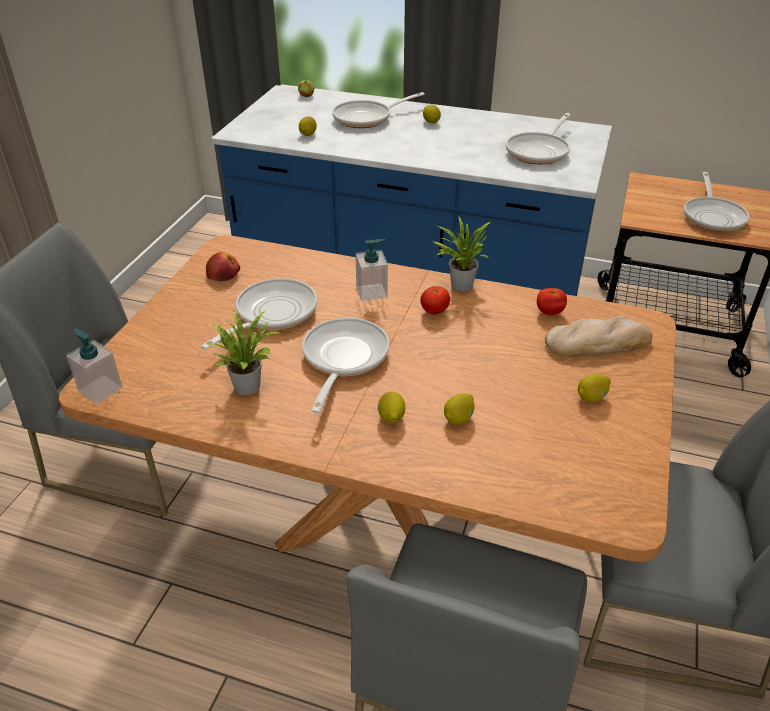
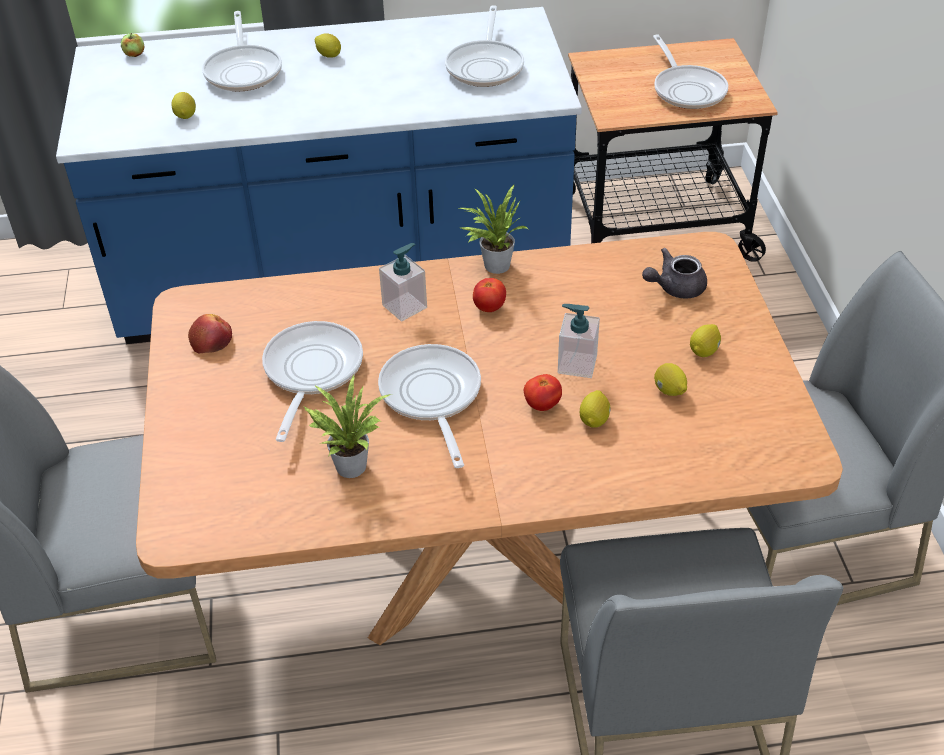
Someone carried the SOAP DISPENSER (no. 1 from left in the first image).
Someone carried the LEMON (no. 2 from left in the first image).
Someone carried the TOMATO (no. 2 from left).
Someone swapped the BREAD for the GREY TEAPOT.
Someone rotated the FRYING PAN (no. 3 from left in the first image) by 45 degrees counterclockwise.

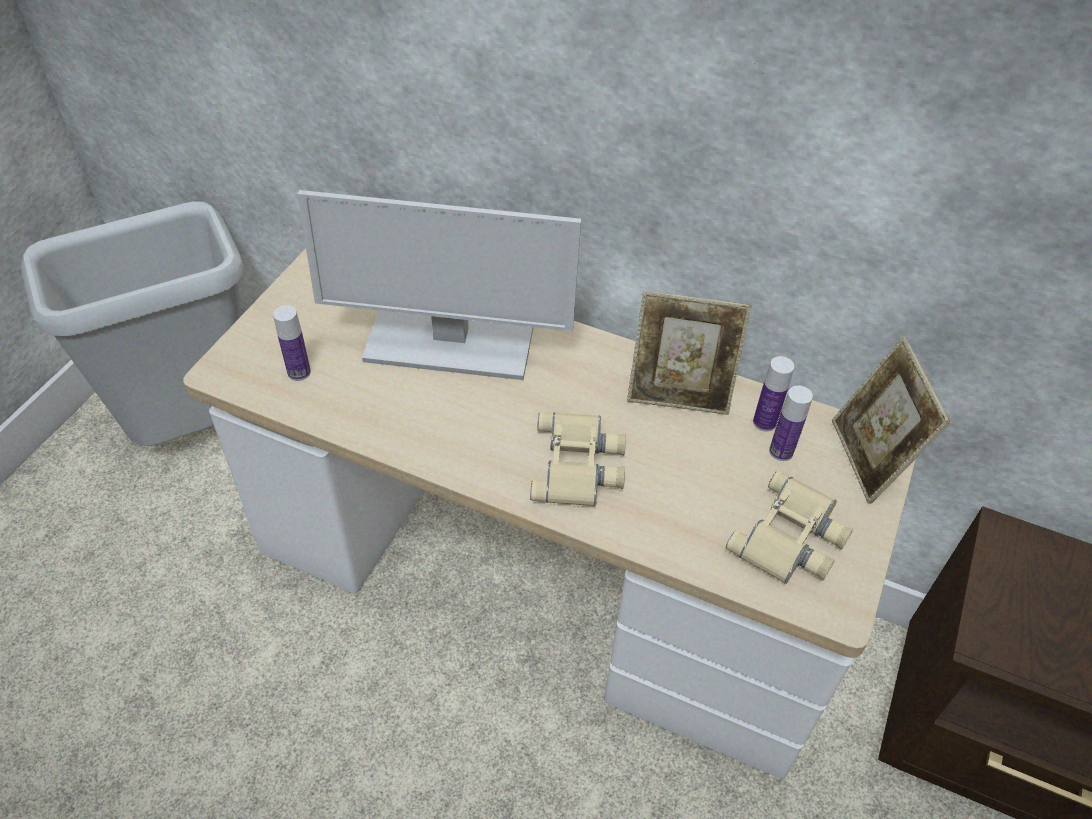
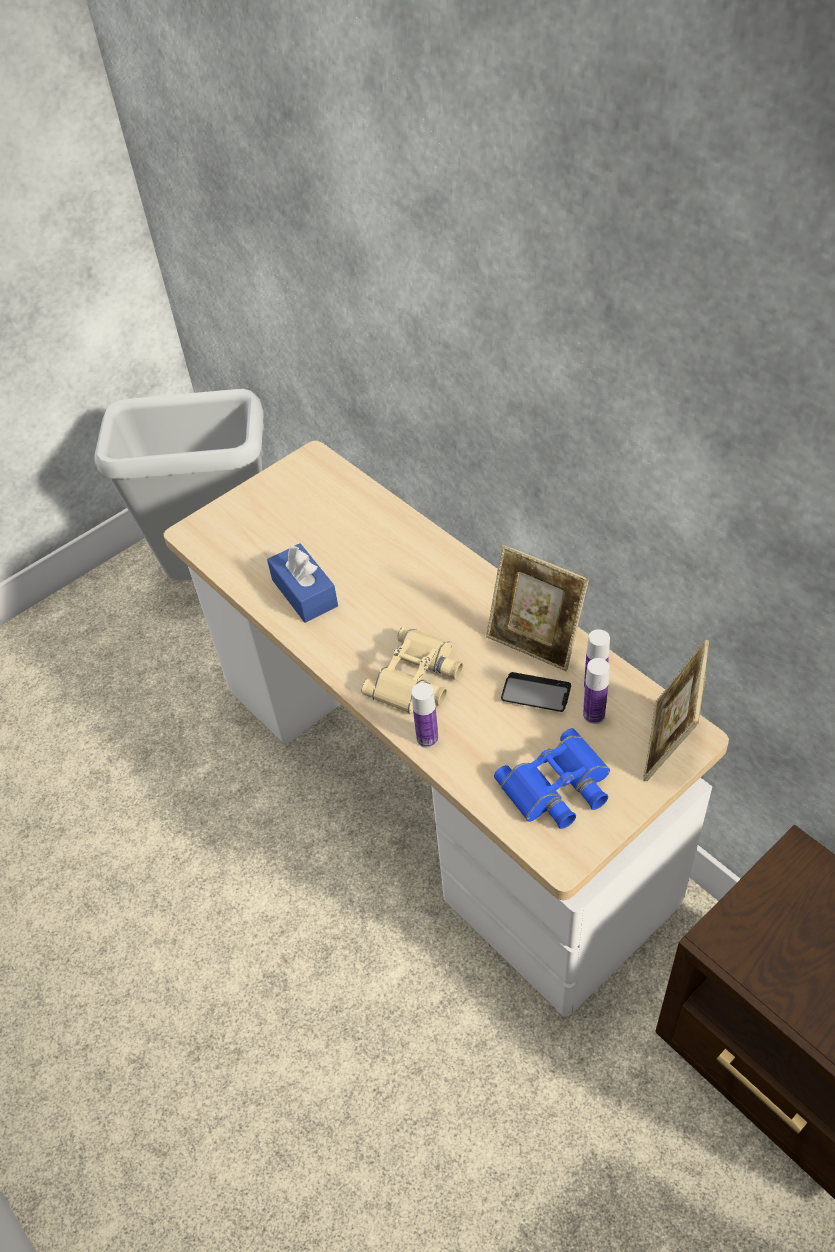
Someone took away the MONITOR.
Someone put down the BLUE TISSUE BOX.
Someone put down the PHONE.
Someone carried the BOTTLE (no. 1 from left).
Someone repainted the BEIGE BINOCULARS (no. 2 from left), which became the BLUE BINOCULARS.

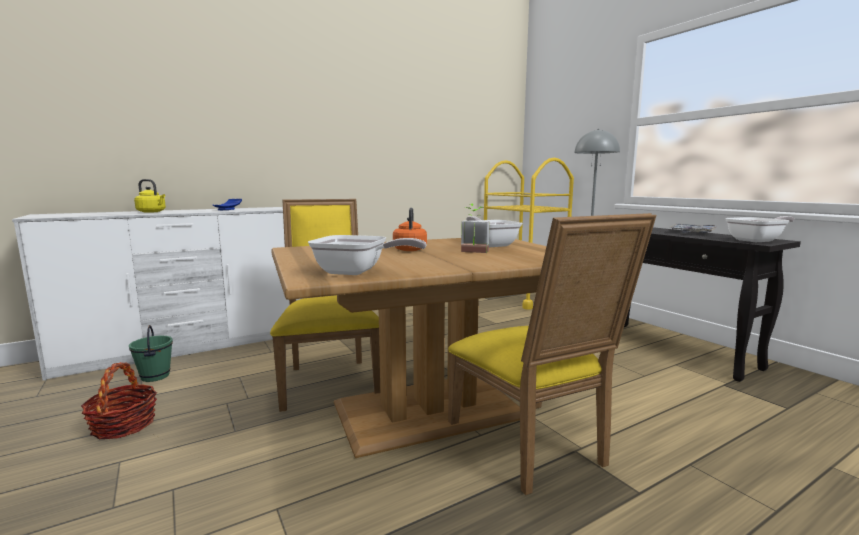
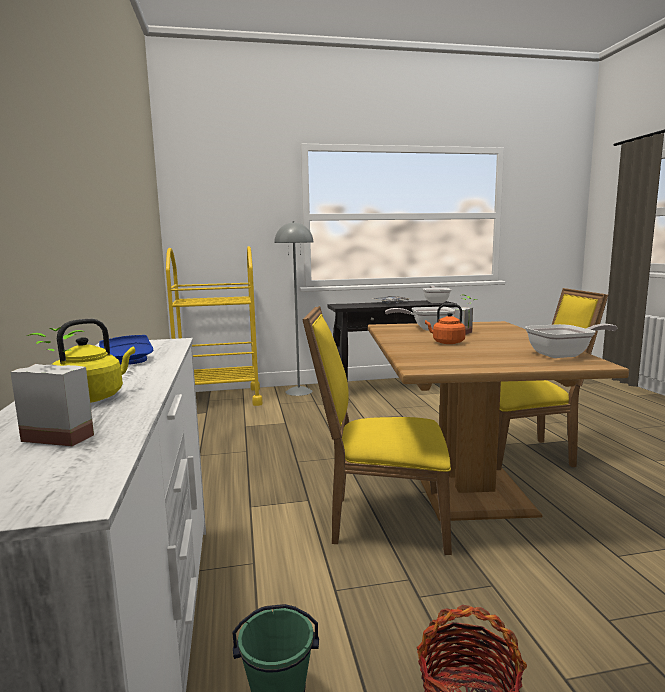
Someone put down the POTTED PLANT (no. 1 from left).
Someone rotated the FRYING PAN (no. 1 from left in the first image) by 45 degrees clockwise.

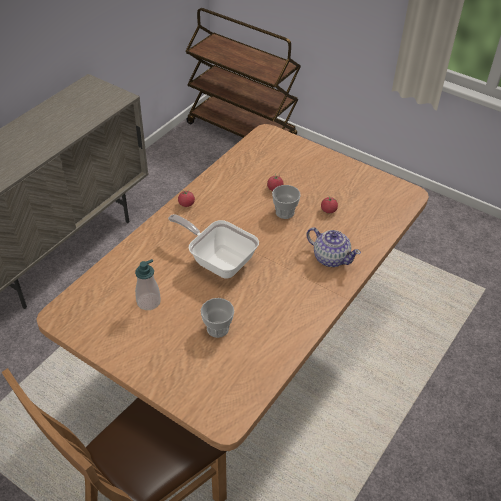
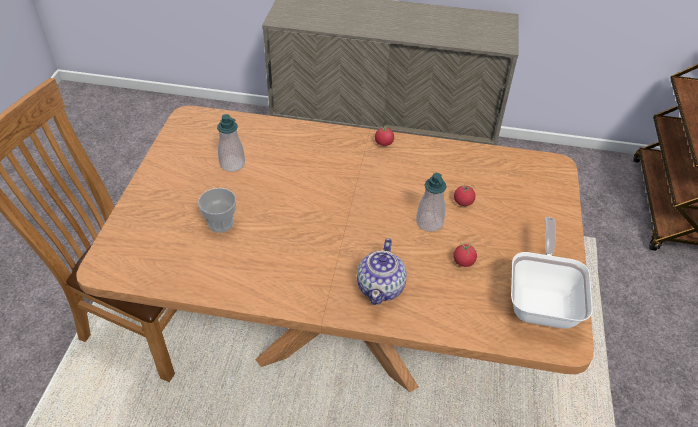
Someone carried the FRYING PAN.
Someone swapped the CUP (no. 2 from left) for the SOAP DISPENSER (no. 2 from left).

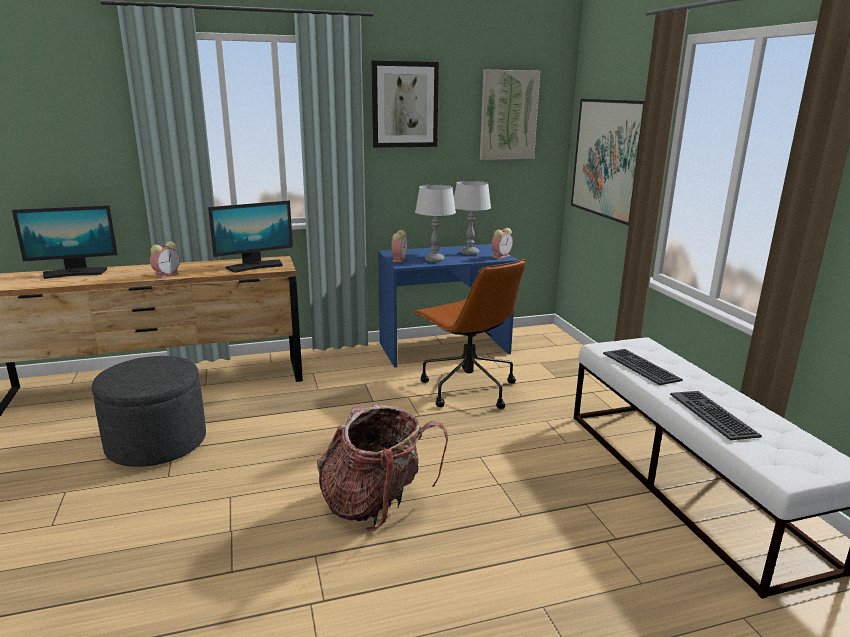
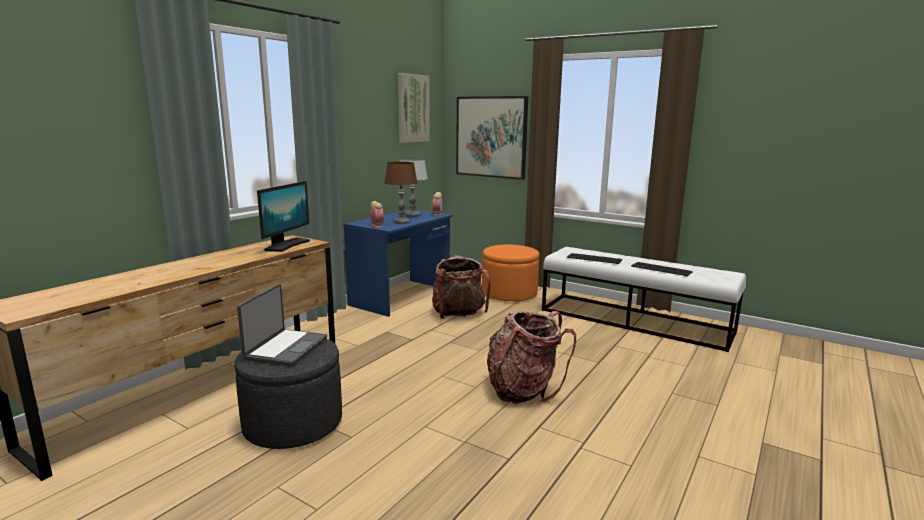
Someone took away the MONITOR (no. 1 from left).
Someone took away the ALARM CLOCK (no. 1 from left).
Someone took away the PICTURE (no. 1 from left).
Someone put down the LAPTOP.
Someone put down the ORANGE OTTOMAN.
Someone swapped the BROWN OFFICE CHAIR for the BACKPACK (no. 1 from left).
Someone repainted the GREY TABLE LAMP (no. 1 from left), which became the BROWN TABLE LAMP.

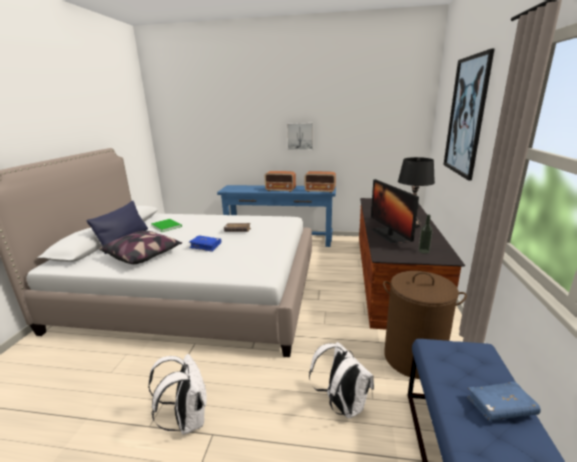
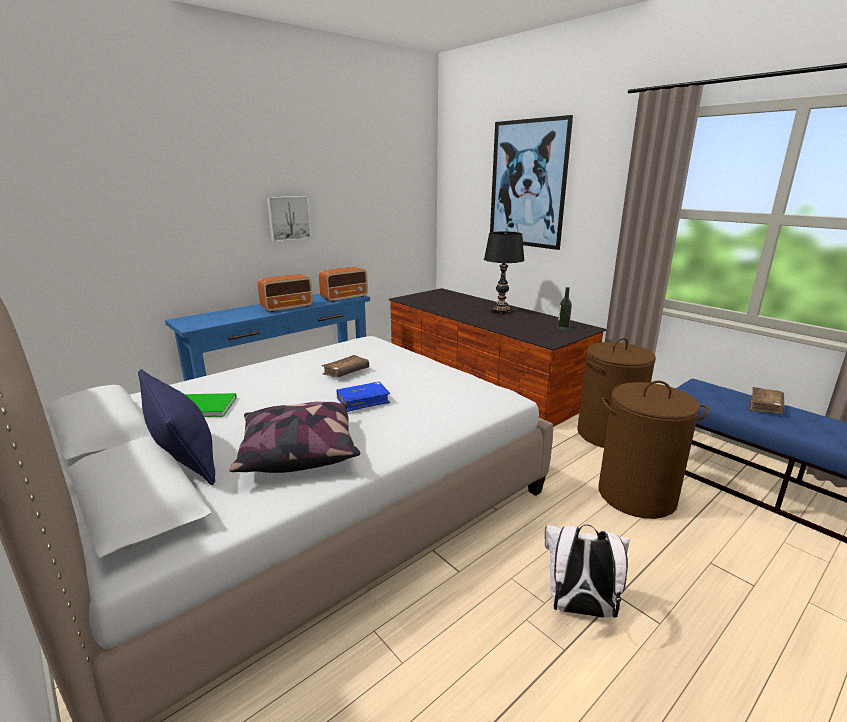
Someone took away the MONITOR.
Someone swapped the WHITE BACKPACK (no. 2 from left) for the BROWN LAUNDRY BASKET (no. 2 from left).
Someone repainted the BLUE BOOK (no. 2 from left), which became the BROWN BOOK (no. 2 from left).

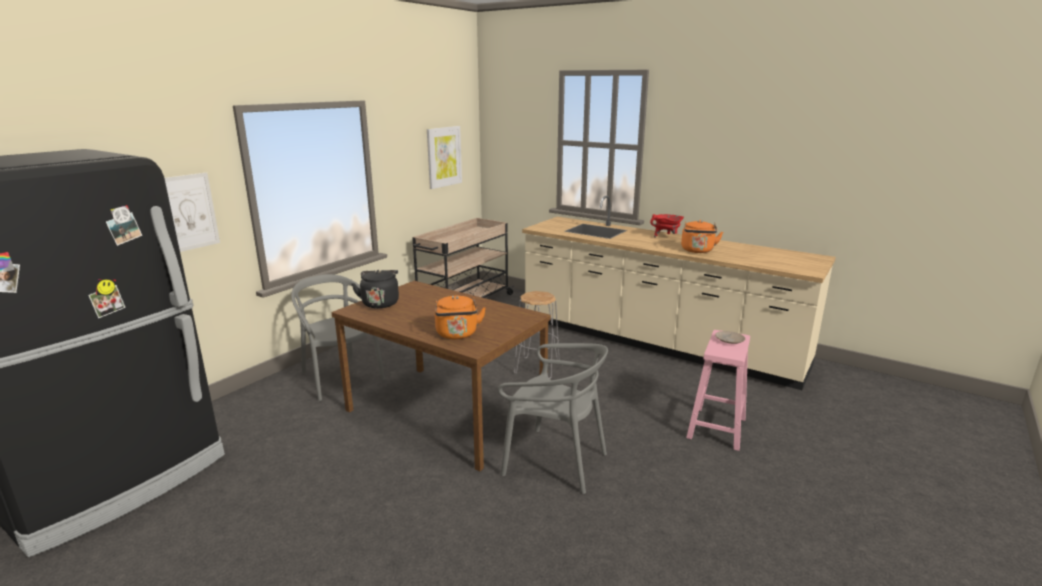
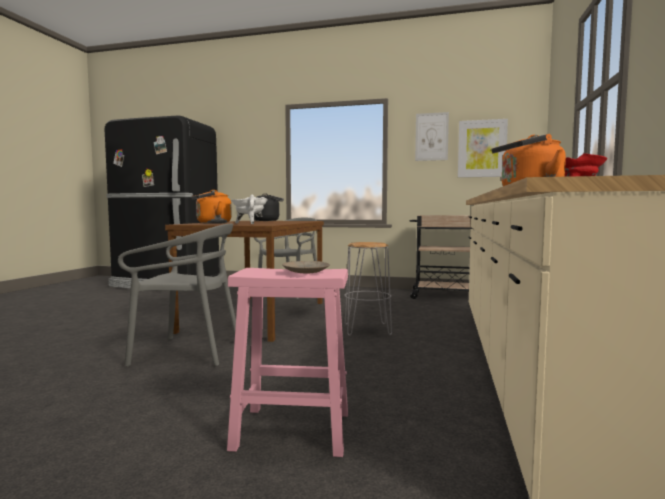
Someone put down the WHITE COOKING POT.
Someone carried the PICTURE (no. 1 from left).
Someone rotated the GREY CHAIR (no. 2 from left in the first image) by 90 degrees counterclockwise.

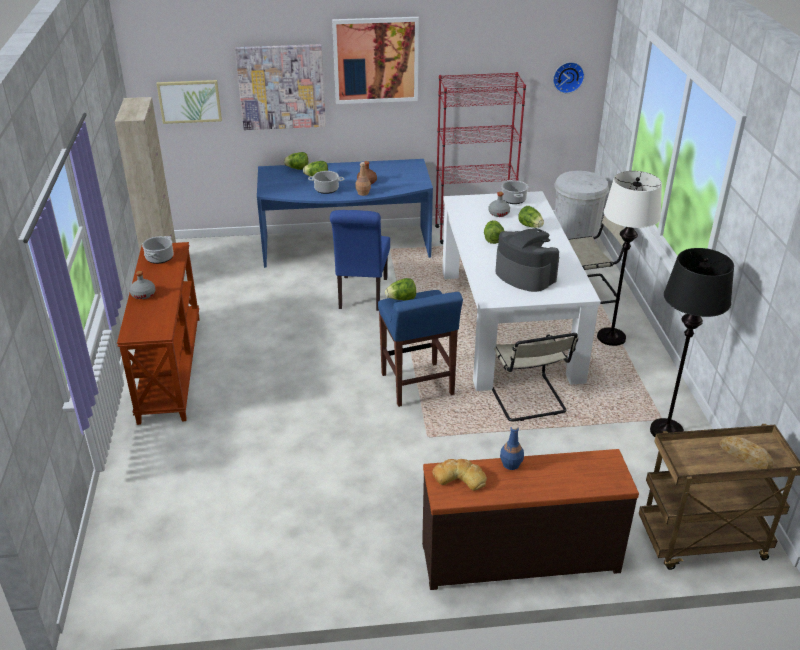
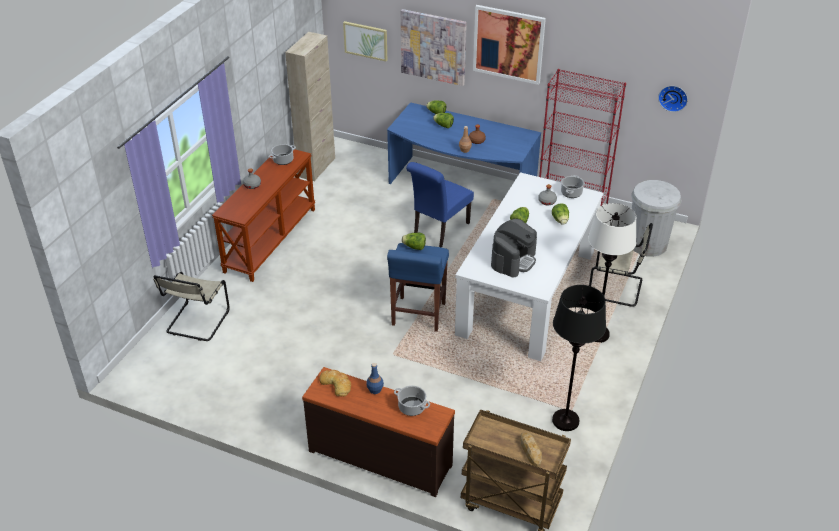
Someone carried the COOKING POT (no. 2 from left).
Someone carried the BEIGE CHAIR (no. 1 from left).
Someone rotated the COFFEE MACHINE by 45 degrees clockwise.

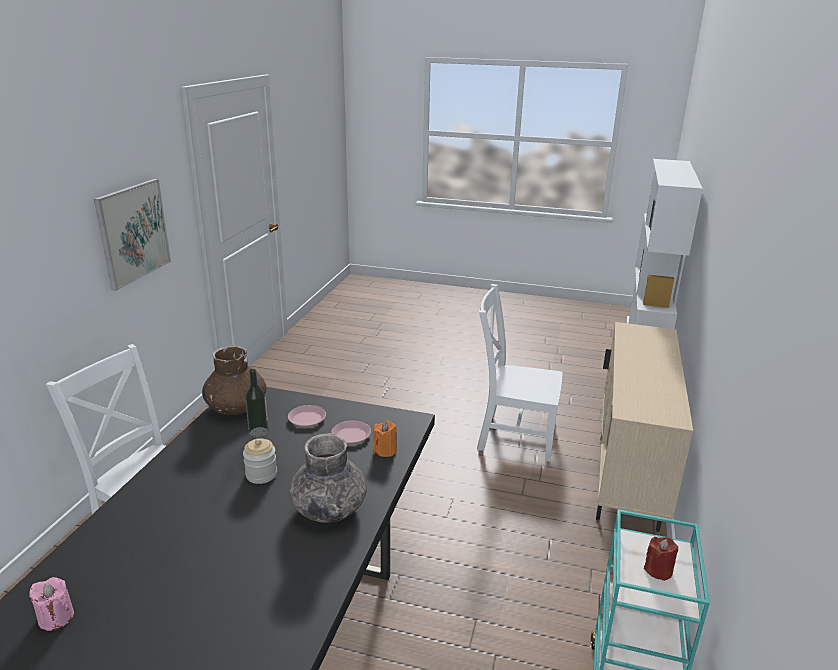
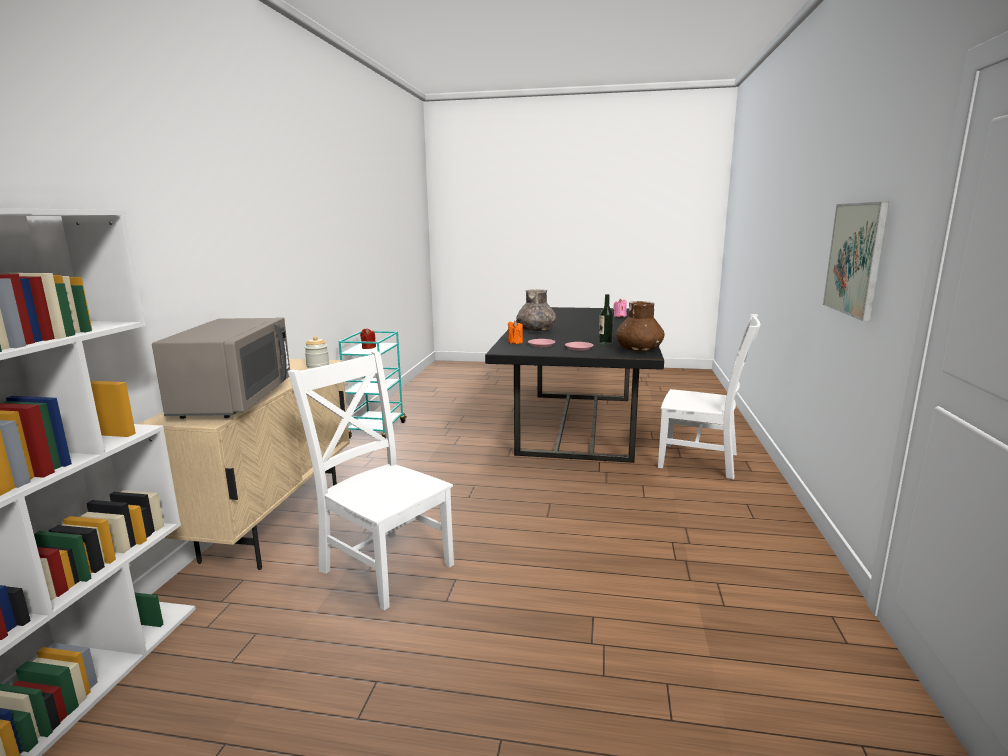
Someone put down the GREY MICROWAVE.
Someone carried the JAR.
Someone rotated the WHITE CHAIR (no. 2 from left in the first image) by 150 degrees counterclockwise.

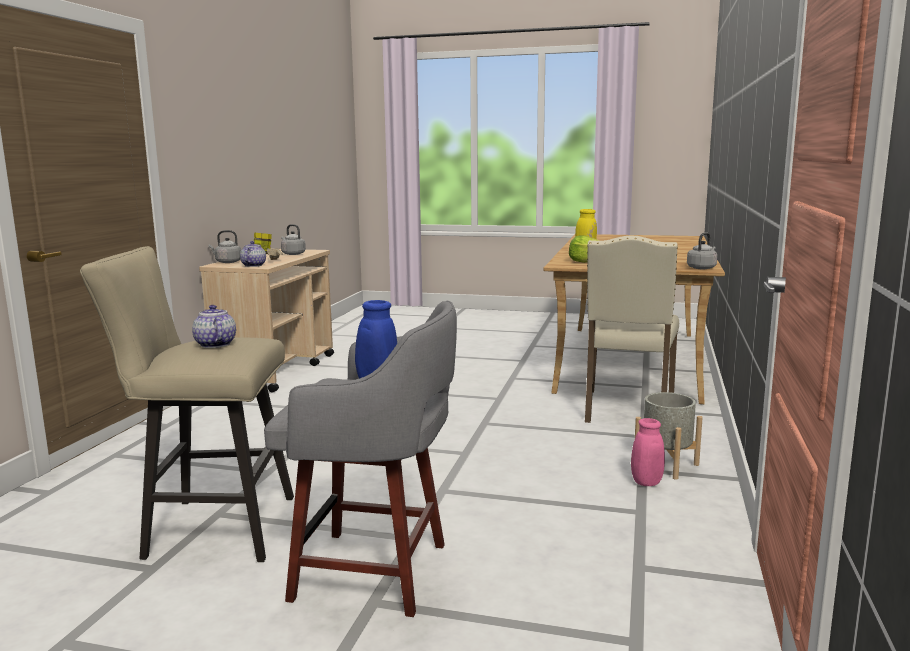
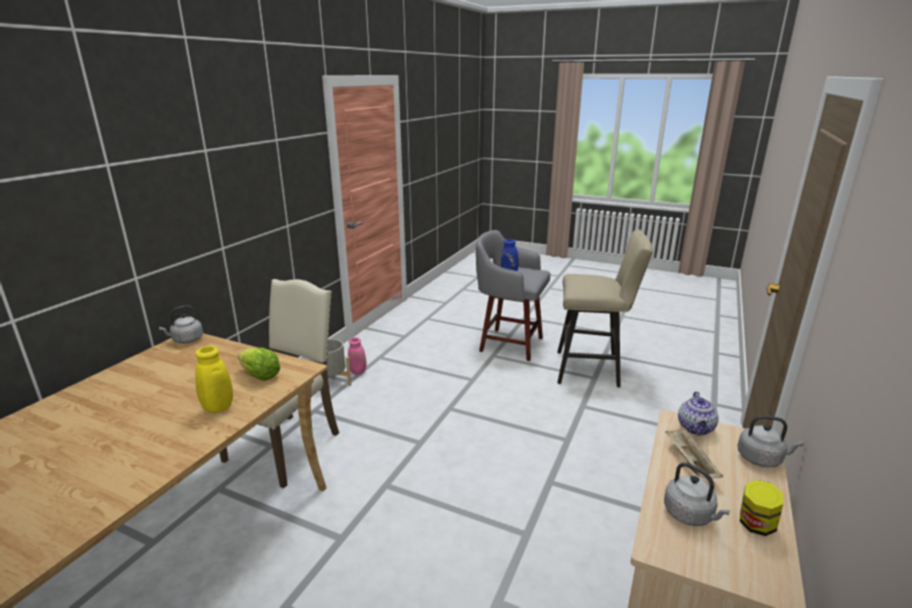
Someone took away the TEAPOT (no. 1 from left).

